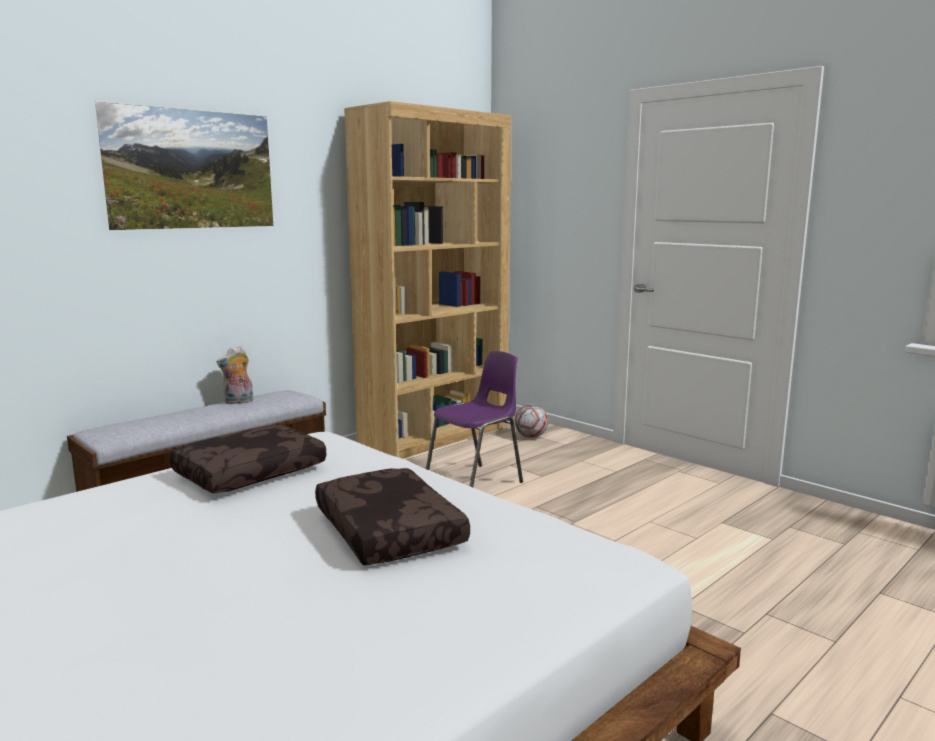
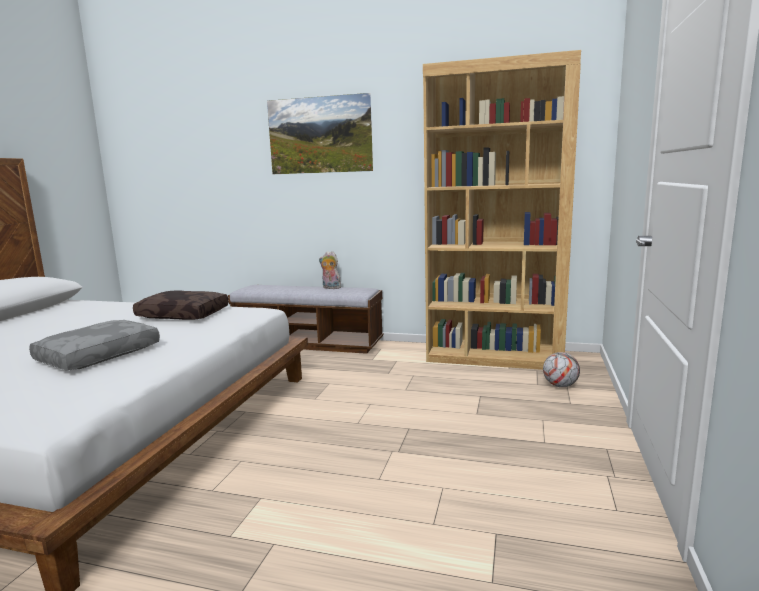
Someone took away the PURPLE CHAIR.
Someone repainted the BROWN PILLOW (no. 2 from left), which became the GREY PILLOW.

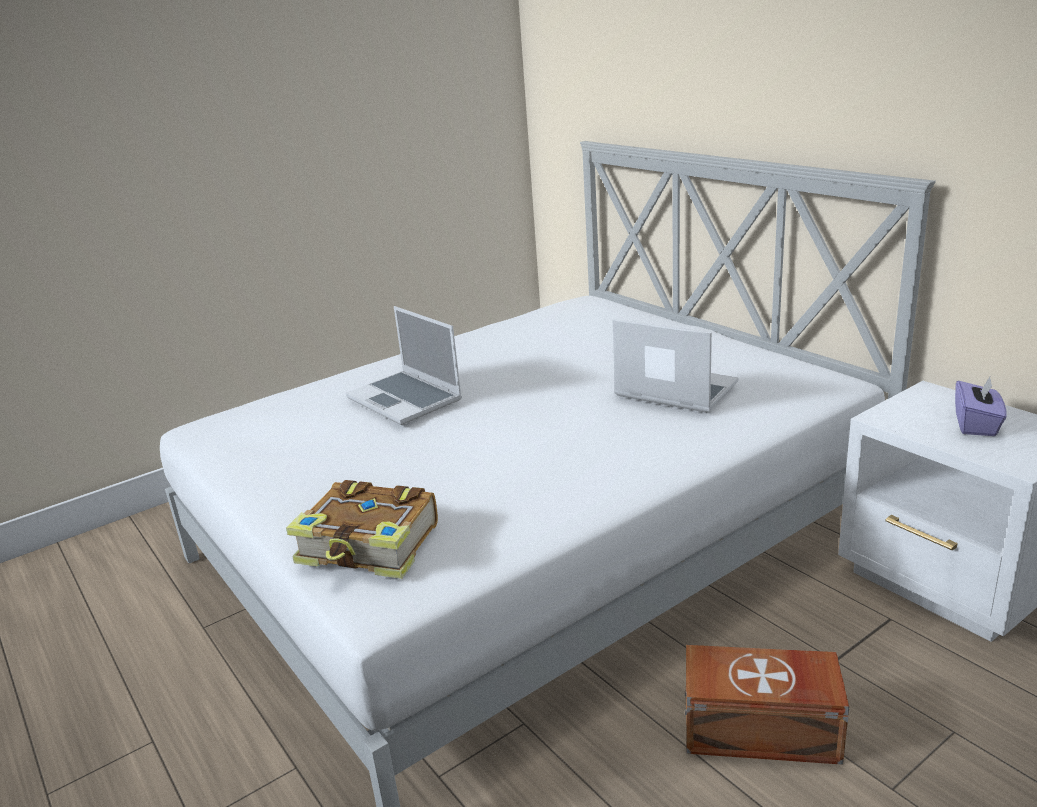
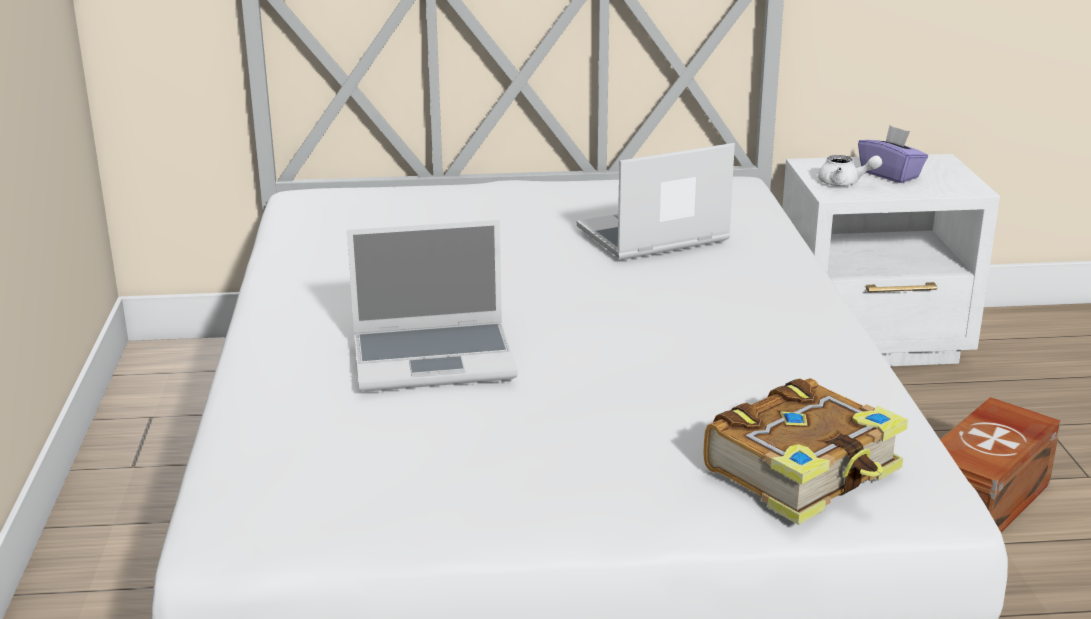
Someone put down the WHITE TEAPOT.

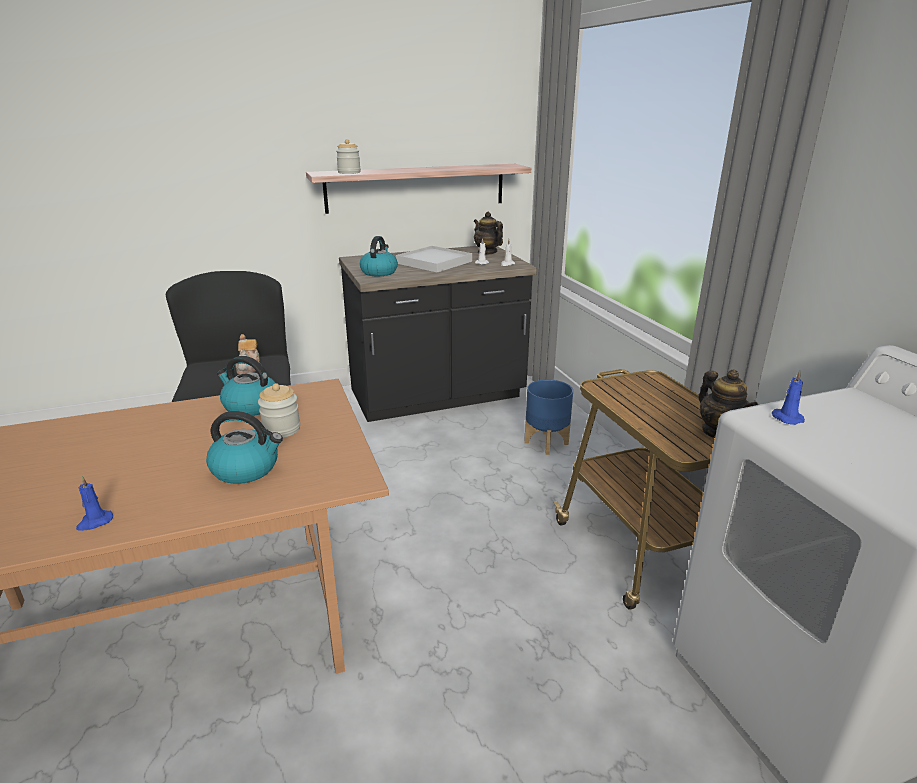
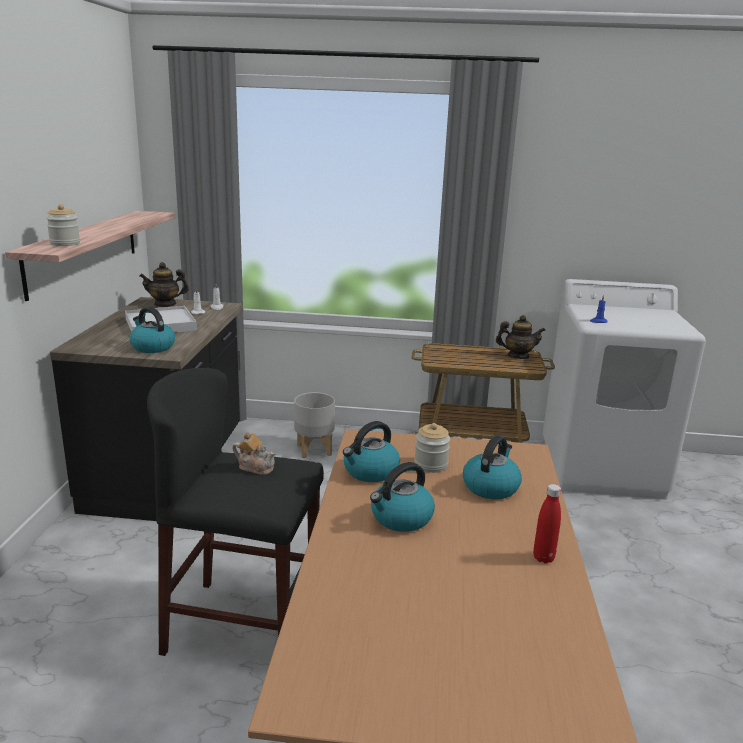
Someone put down the KETTLE (no. 3 from left).
Someone swapped the BLUE CANDLE (no. 1 from left) for the RED BOTTLE.
Someone repainted the BLUE PLANTER, which became the GREY PLANTER.

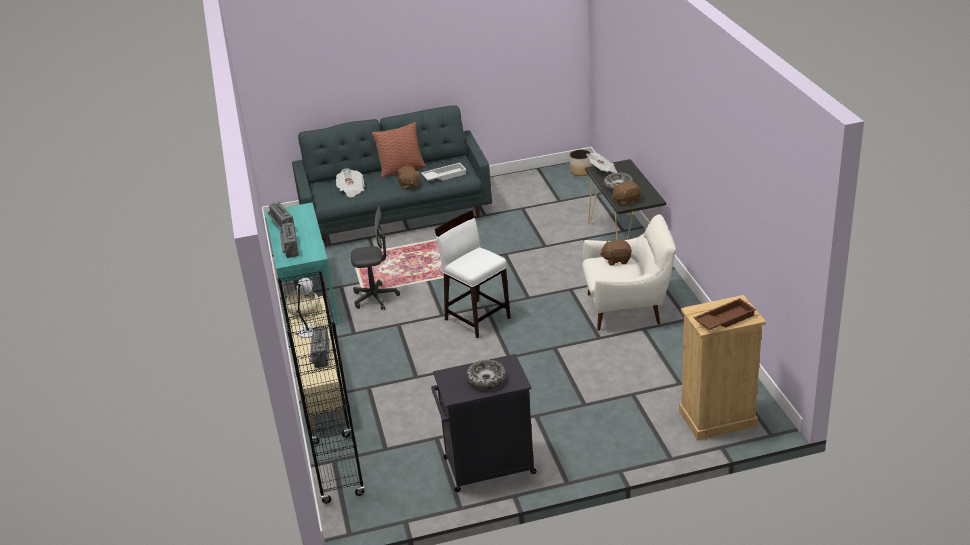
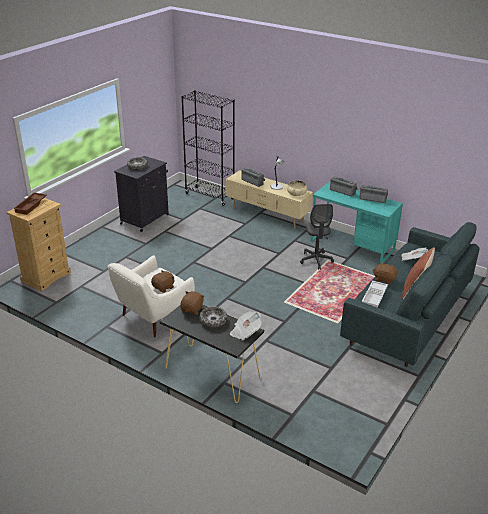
Someone took away the WHITE STOOL.
Someone took away the PLANTER.
Someone rotated the GREY OFFICE CHAIR by 45 degrees counterclockwise.

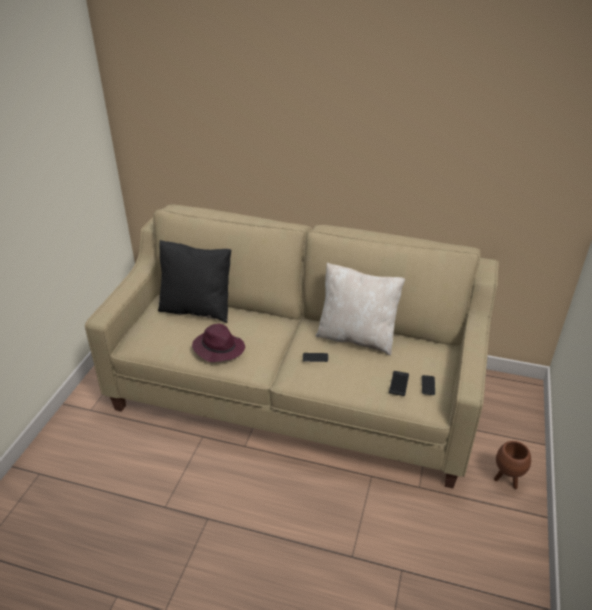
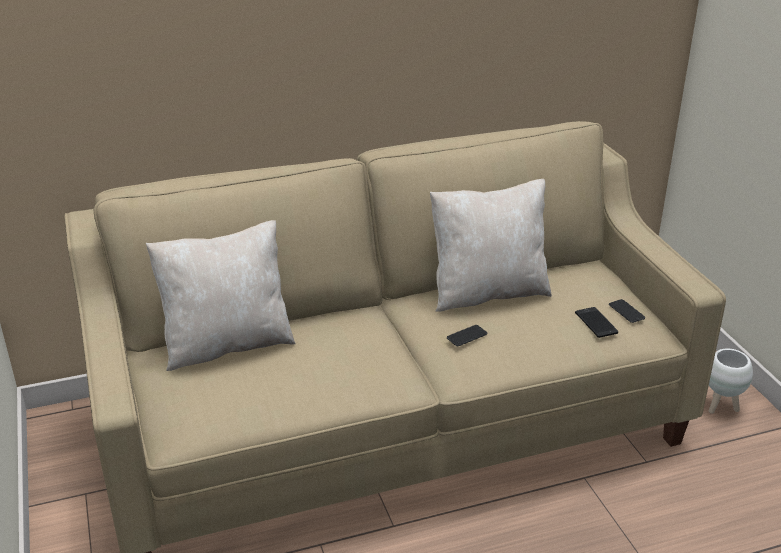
Someone took away the PURPLE HAT.
Someone repainted the BLACK PILLOW, which became the BEIGE PILLOW (no. 1 from left).
Someone repainted the BROWN PLANTER, which became the WHITE PLANTER.

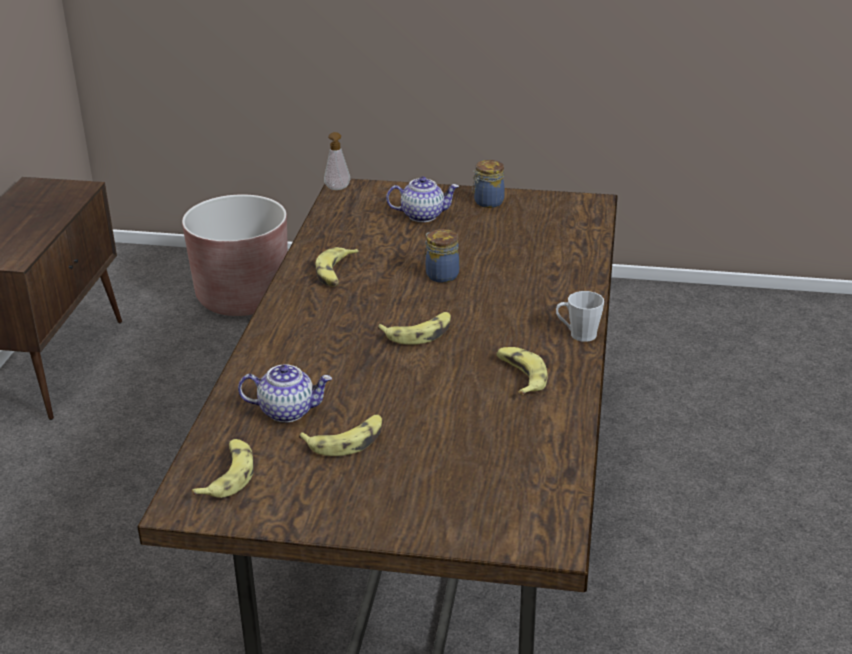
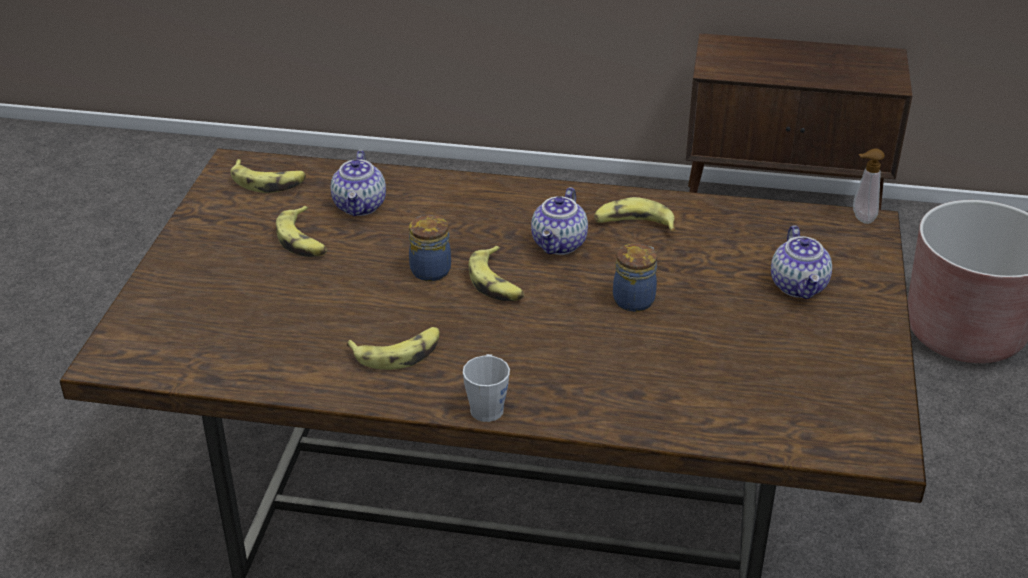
Someone put down the TEAPOT (no. 2 from left).
Someone carried the JAR (no. 2 from left in the first image).

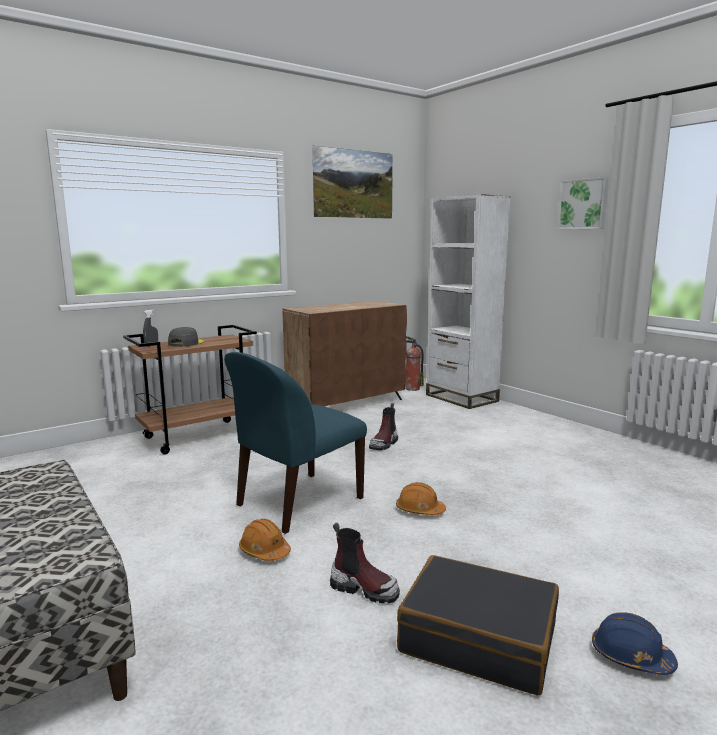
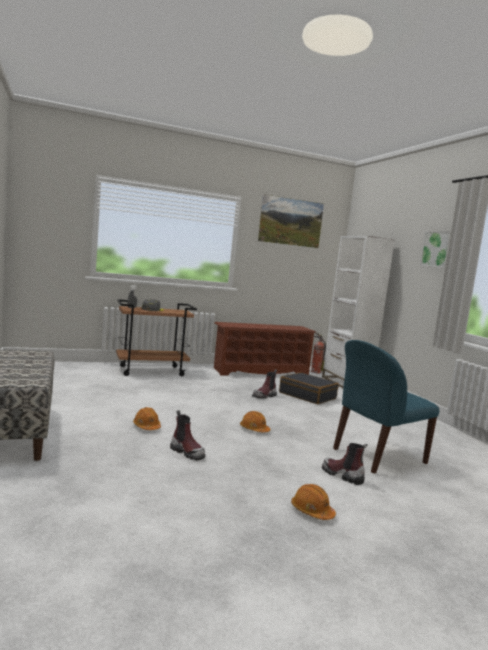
Someone put down the BOOT (no. 3 from left).
Someone carried the BLUE CHAIR.
Someone carried the BLACK SUITCASE.
Someone swapped the BROWN CABINET for the BROWN SHOE RACK.
Someone repainted the BLUE HARD HAT, which became the ORANGE HARD HAT (no. 3 from left).

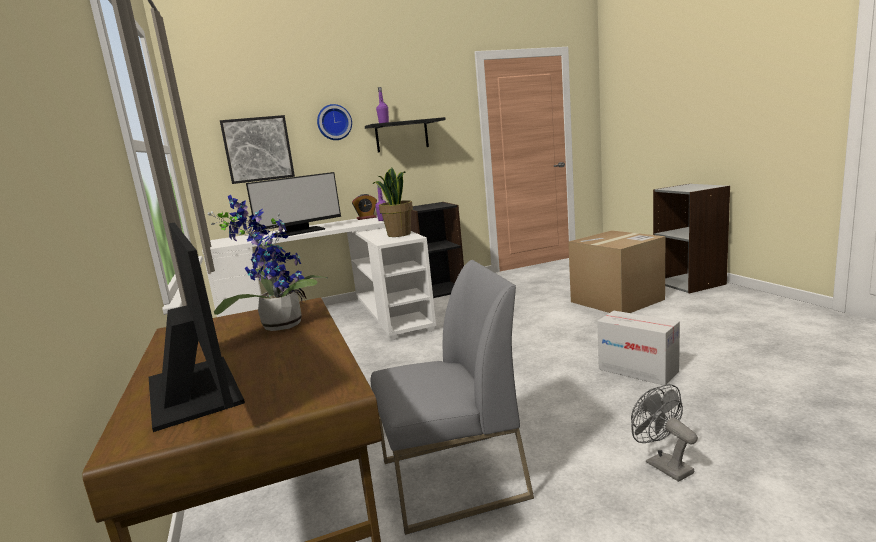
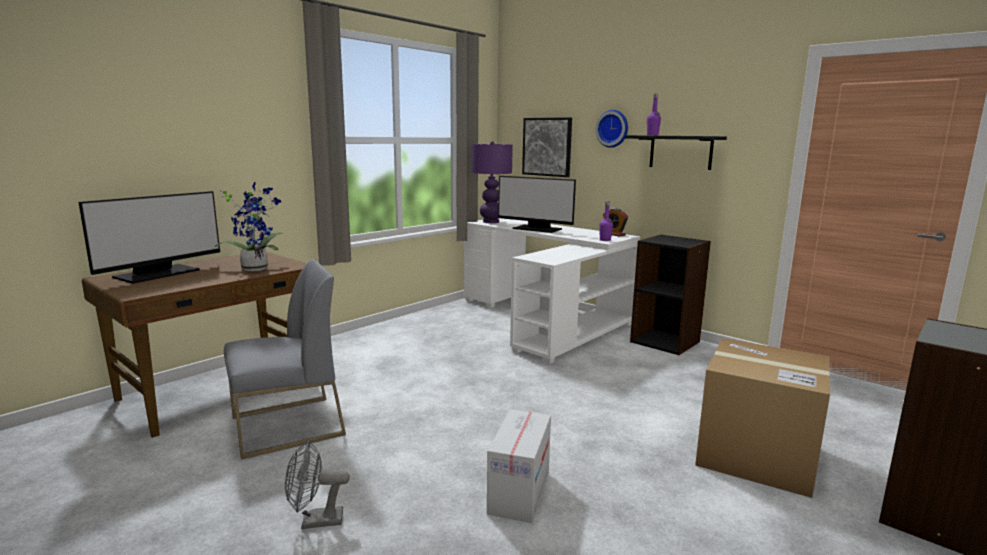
Someone took away the POTTED PLANT (no. 2 from left).
Someone put down the PURPLE TABLE LAMP.
Someone rotated the GREY CHAIR by 75 degrees counterclockwise.
Someone rotated the GREY FAN by 135 degrees counterclockwise.

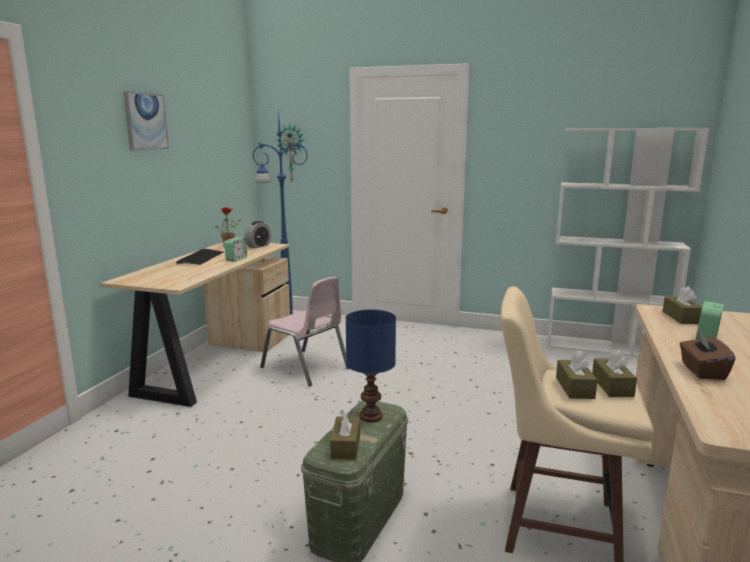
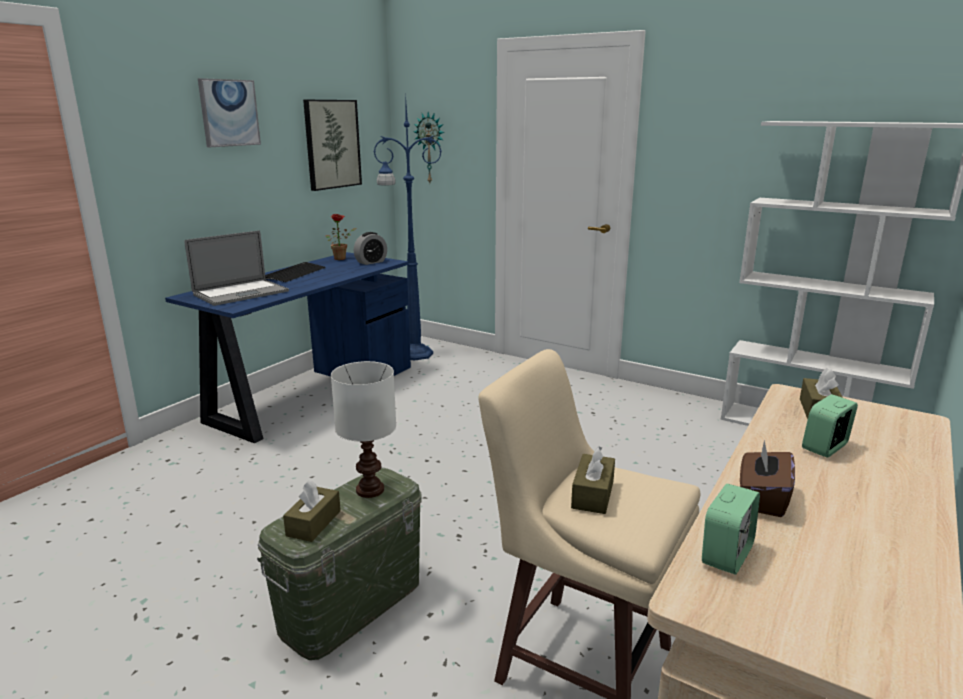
Someone took away the PINK CHAIR.
Someone took away the BROWN TISSUE BOX (no. 3 from left).
Someone put down the LAPTOP.
Someone put up the PICTURE (no. 2 from left).
Someone carried the ALARM CLOCK (no. 1 from left in the first image).
Someone repainted the BEIGE DESK (no. 1 from left), which became the BLUE DESK.
Someone repainted the BLUE TABLE LAMP, which became the WHITE TABLE LAMP.

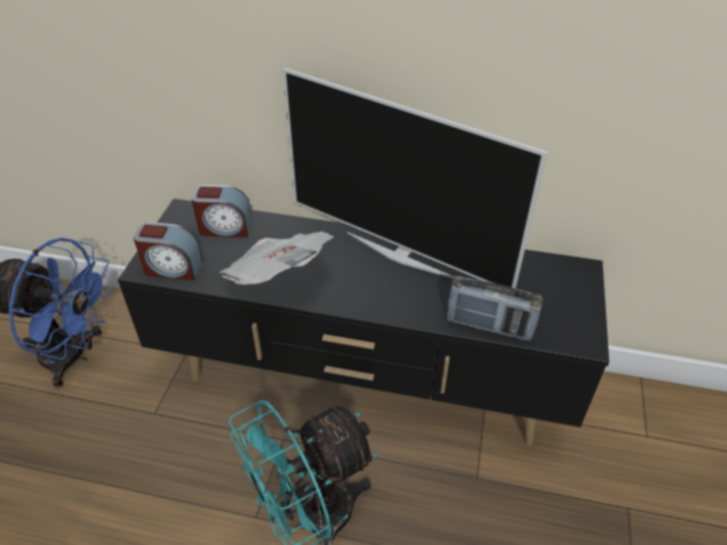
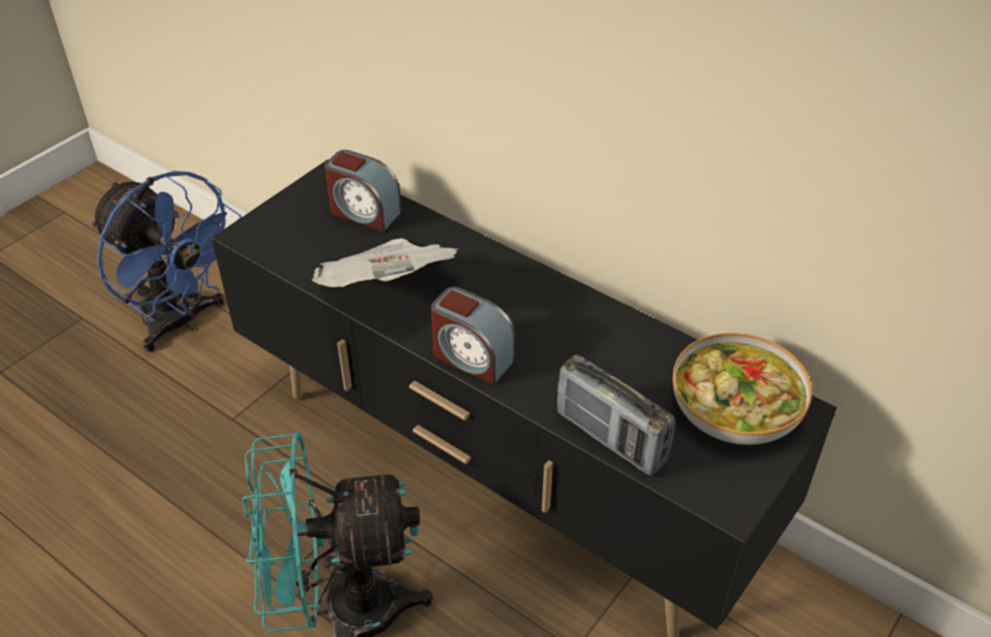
Someone took away the TELEVISION.
Someone put down the BOWL.
Someone carried the ALARM CLOCK (no. 1 from left in the first image).

